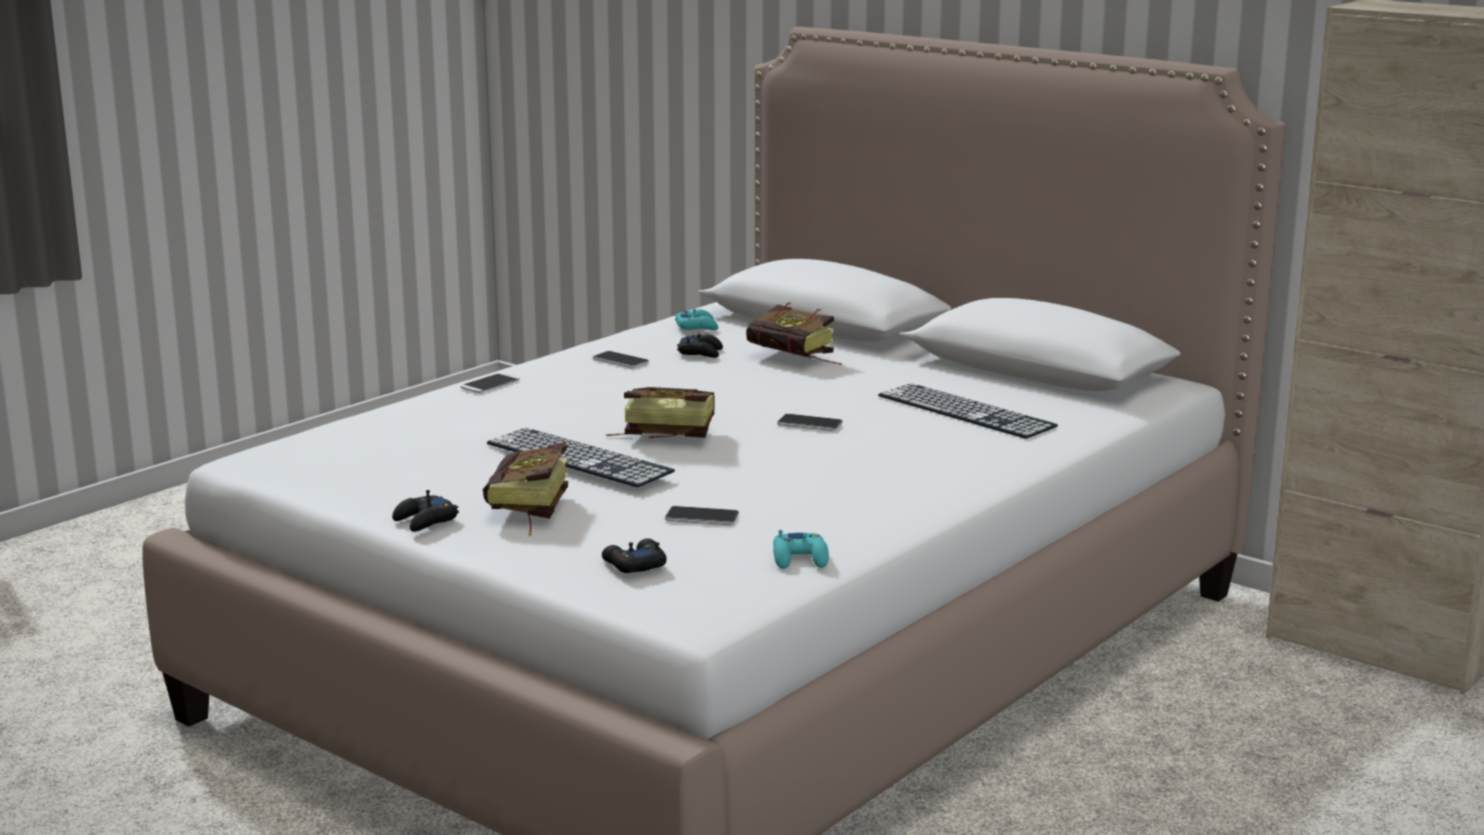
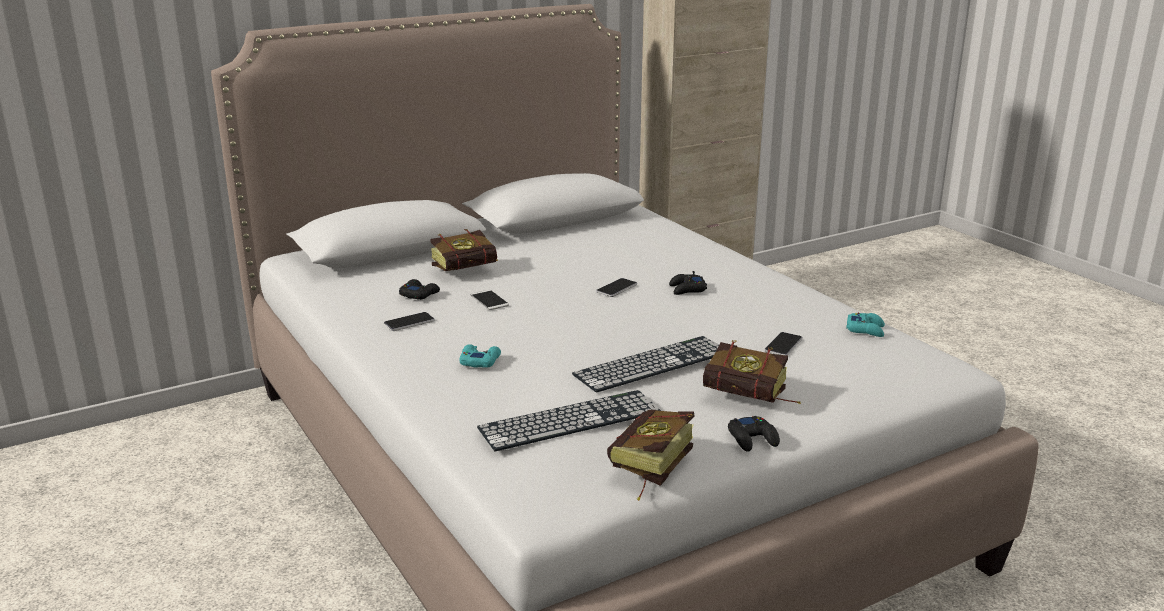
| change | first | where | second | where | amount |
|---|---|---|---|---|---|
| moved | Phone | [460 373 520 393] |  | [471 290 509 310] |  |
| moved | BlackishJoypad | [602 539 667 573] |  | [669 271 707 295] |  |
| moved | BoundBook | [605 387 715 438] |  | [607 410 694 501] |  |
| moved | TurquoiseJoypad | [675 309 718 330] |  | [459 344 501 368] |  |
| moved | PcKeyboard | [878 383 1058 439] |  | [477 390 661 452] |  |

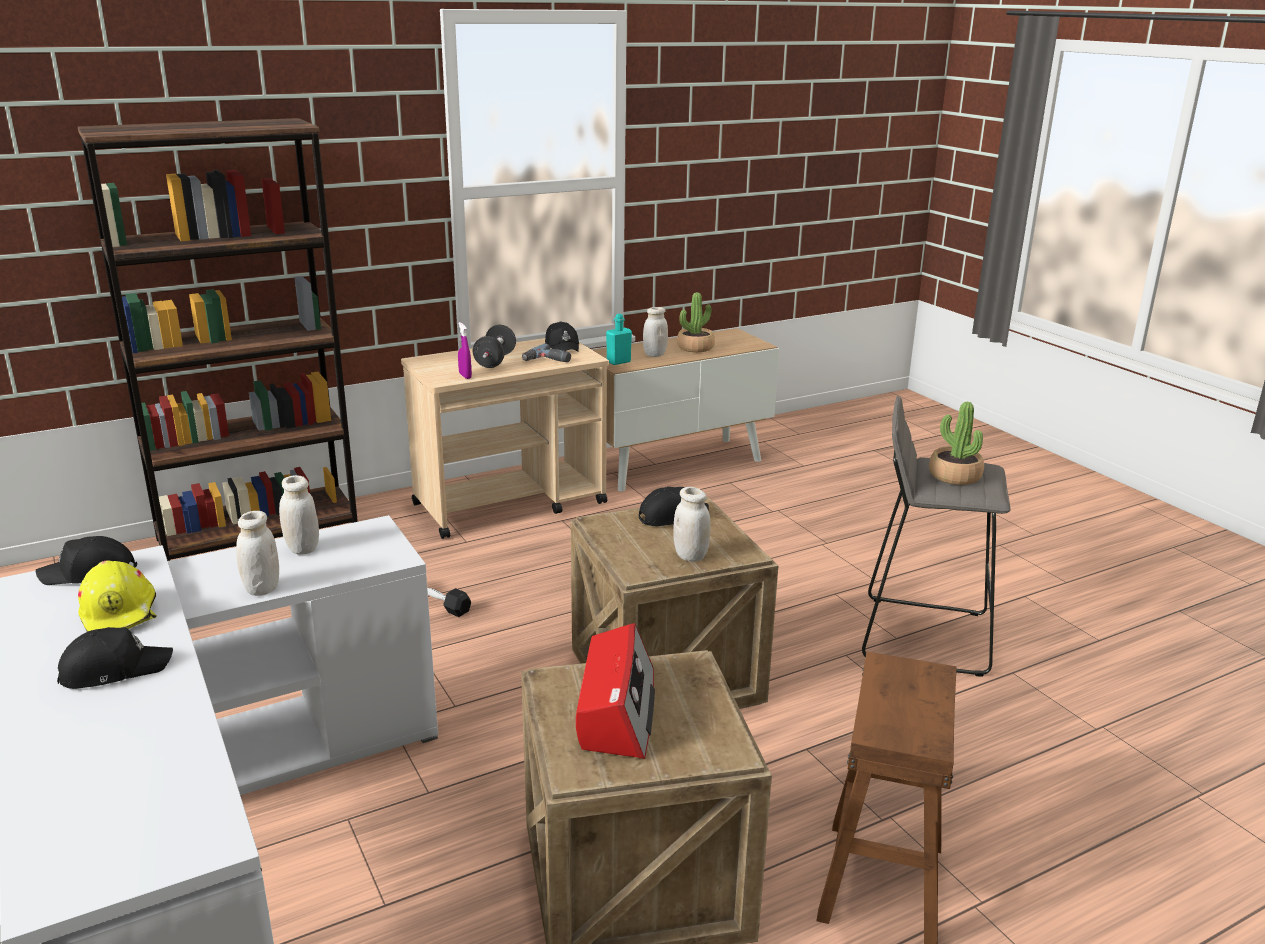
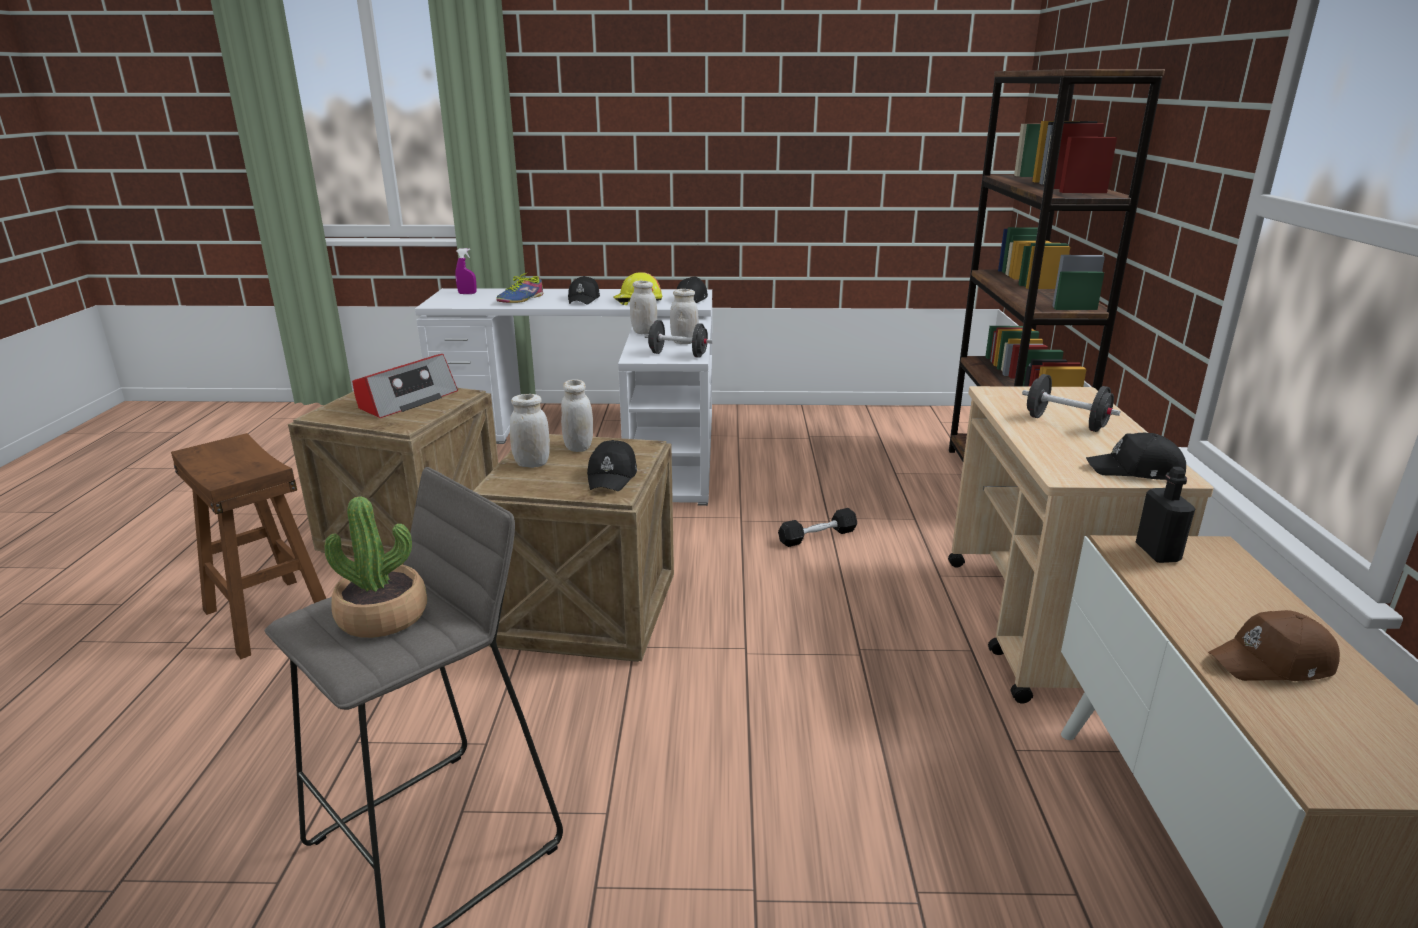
| change | first | where | second | where | amount |
|---|---|---|---|---|---|
| moved | PurpleSprayer | [458 322 472 379] |  | [455 248 477 294] |  |
| removed | Drill | [522 343 571 362] |  |  |  |
| turned | Radio | [576 623 655 759] |  | [352 354 458 418] | 90 degrees counterclockwise |
| recoloured | TurquoiseBeverageBottle | [606 314 632 365] | BlackishBeverageBottle | [1136 467 1195 563] |  |
| moved | WhitishJar | [643 307 668 357] |  | [561 380 593 452] |  |
| replaced | Houseplant | [677 292 715 352] | BrownishCap | [1208 610 1340 681] |  |
| added |  |  | LowShoe | [496 272 543 303] |  |
| added |  |  | BlackishFreeWeight | [644 320 713 358] |  |

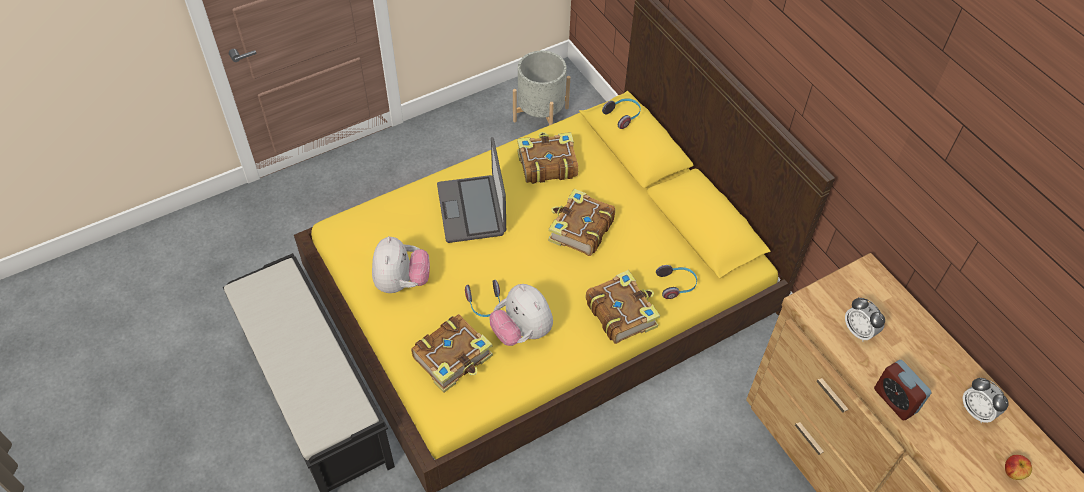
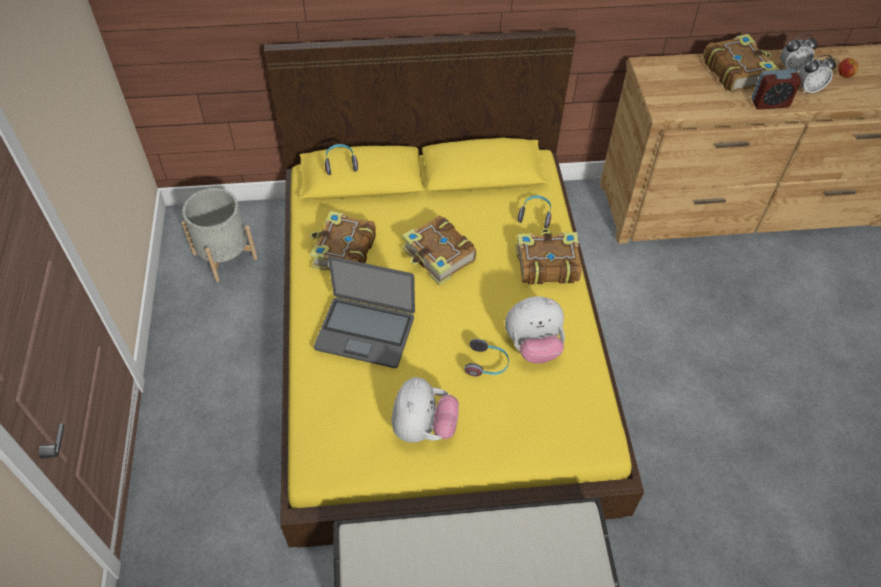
| change | first | where | second | where | amount |
|---|---|---|---|---|---|
| turned | SoftToy | [372 236 430 293] |  | [392 377 459 443] | 75 degrees clockwise |
| moved | BoundBook | [411 314 493 393] |  | [704 34 779 93] |  |
| moved | AlarmClock | [845 297 885 342] |  | [798 55 836 94] |  |

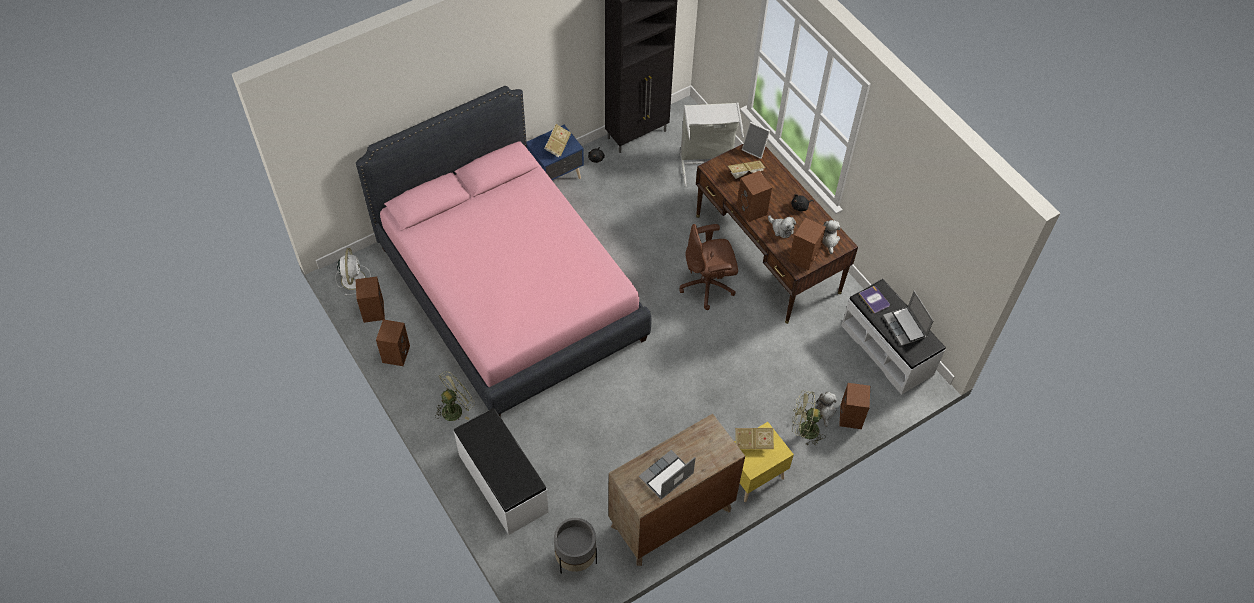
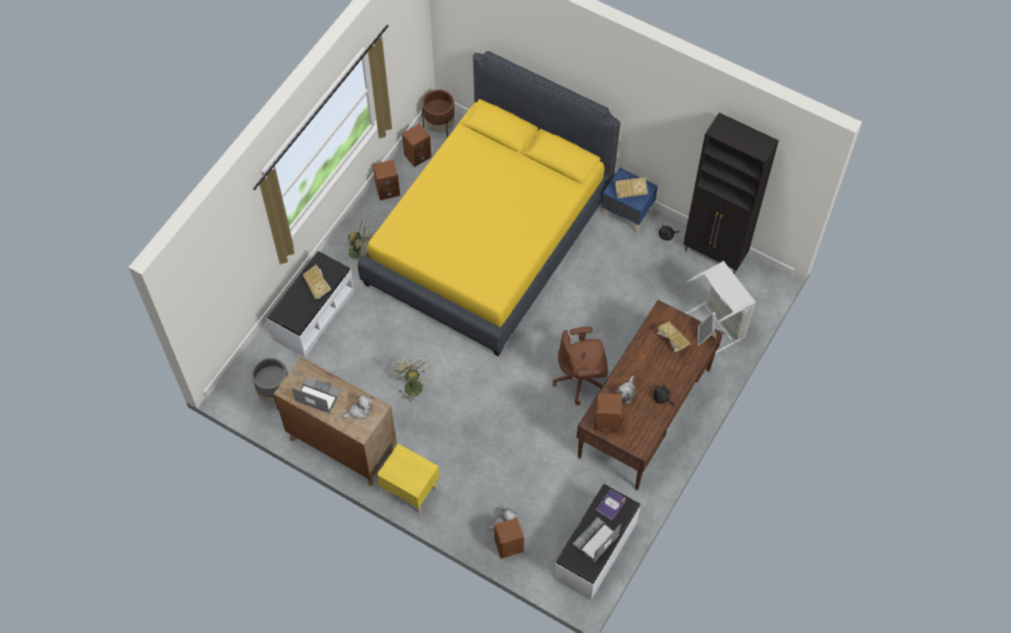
| change | first | where | second | where | amount |
|---|---|---|---|---|---|
| replaced | WhitishCoolingFan | [335 248 371 296] | BrownishPlantPot | [422 89 455 138] |  |
| recoloured | PinkColouredSleepingBed | [356 86 651 416] | YellowColouredSleepingBed | [358 51 620 356] |  |
| turned | BrownishOfficeChair | [679 224 738 310] |  | [553 326 608 405] | 60 degrees counterclockwise |
| moved | BoundBook | [735 428 774 449] |  | [303 264 331 300] |  |
| removed | BrownishSpeaker | [737 171 772 222] |  |  |  |
| moved | GreenishCoolingFan | [792 391 825 446] |  | [389 355 430 402] |  |
| moved | SoftToy | [822 220 840 254] |  | [341 394 372 419] |  |

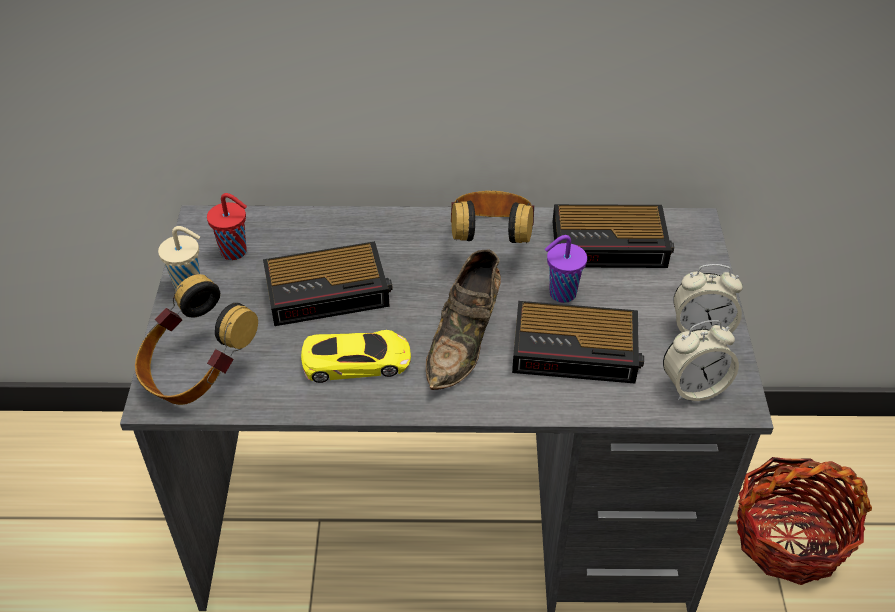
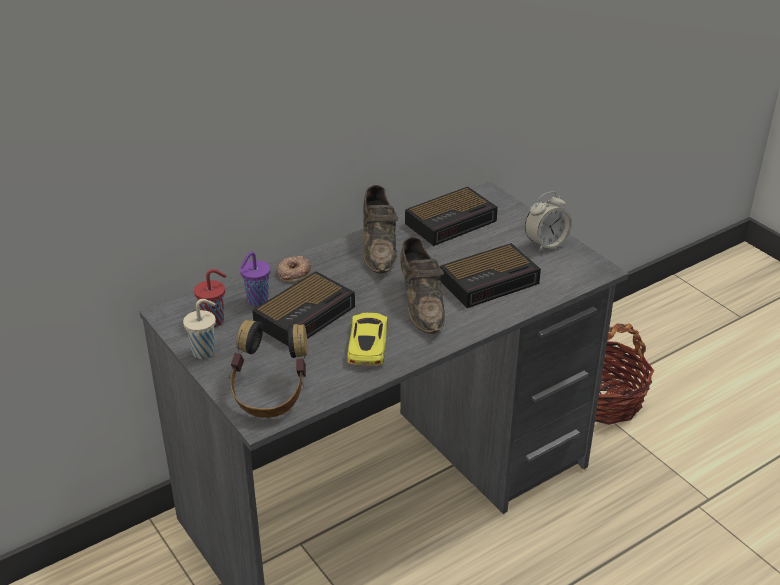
| change | first | where | second | where | amount |
|---|---|---|---|---|---|
| turned | YellowColouredToyCar | [301 330 411 383] |  | [347 313 388 366] | 45 degrees counterclockwise |
| replaced | Headphones | [451 191 534 243] | BrownishLowShoe | [363 185 398 273] |  |
| moved | PurpleCup | [545 235 587 303] |  | [240 252 270 307] |  |
| removed | AlarmClock | [663 320 739 401] |  |  |  |
| added |  |  | Doughnut | [277 256 311 283] |  |

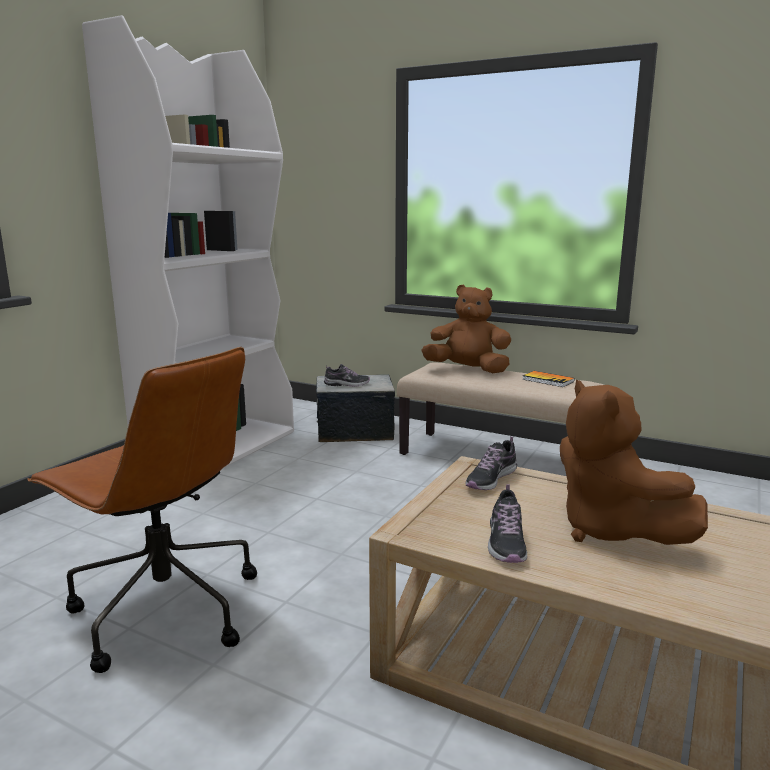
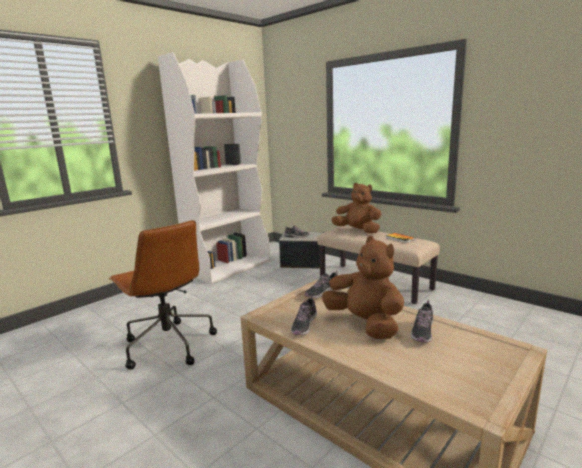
| change | first | where | second | where | amount |
|---|---|---|---|---|---|
| turned | BrownishSoftToy | [560 380 708 545] |  | [322 236 404 339] | 150 degrees clockwise |
| added |  |  | LowShoe | [411 300 433 342] |  |

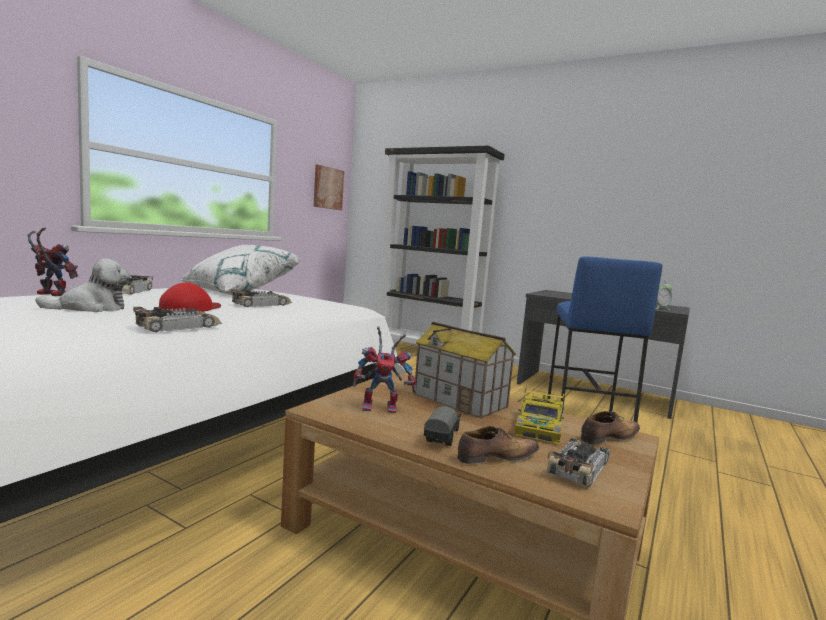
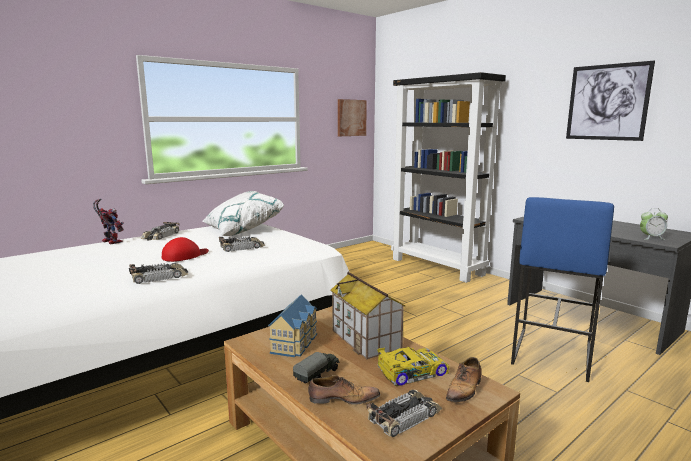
| change | first | where | second | where | amount |
|---|---|---|---|---|---|
| removed | SoftToy | [35 259 129 312] |  |  |  |
| replaced | ModelRobot | [353 326 416 413] | MiniatureHouse | [268 294 317 357] |  |
| turned | ToyCar | [515 387 565 444] |  | [377 347 450 387] | 150 degrees counterclockwise |
| turned | LowShoe | [581 411 640 445] |  | [446 357 482 403] | 135 degrees clockwise |
| added |  |  | WallArt | [566 61 655 141] |  |

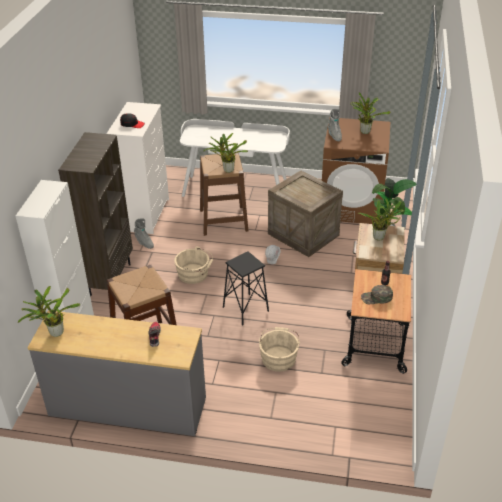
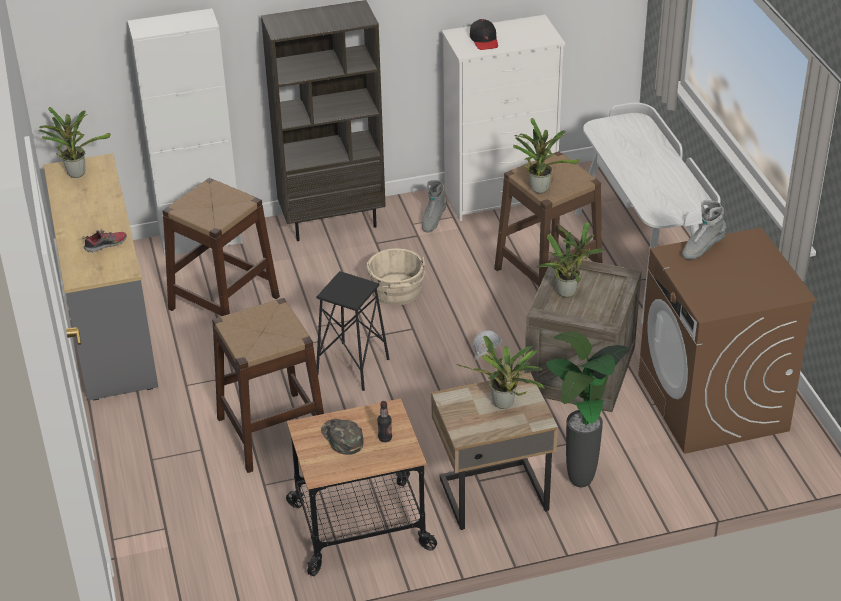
| change | first | where | second | where | amount |
|---|---|---|---|---|---|
| replaced | BeigeColouredBucket | [259 327 300 372] | BrownishStool | [212 298 324 473] |  |
| moved | Houseplant | [351 92 390 134] |  | [537 222 605 298] |  |

